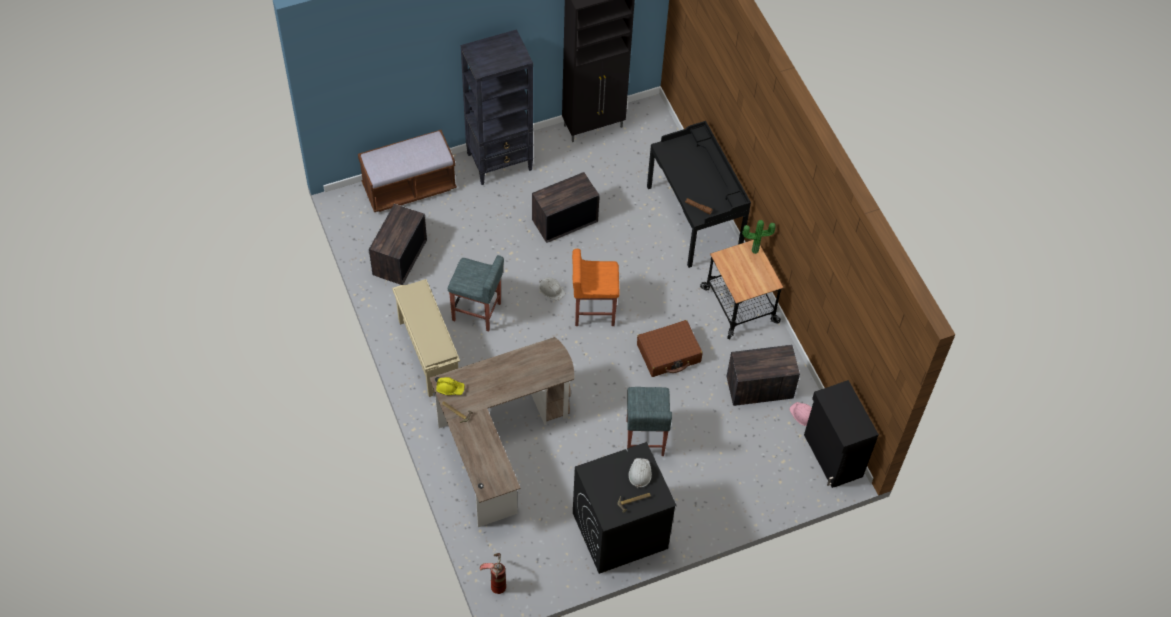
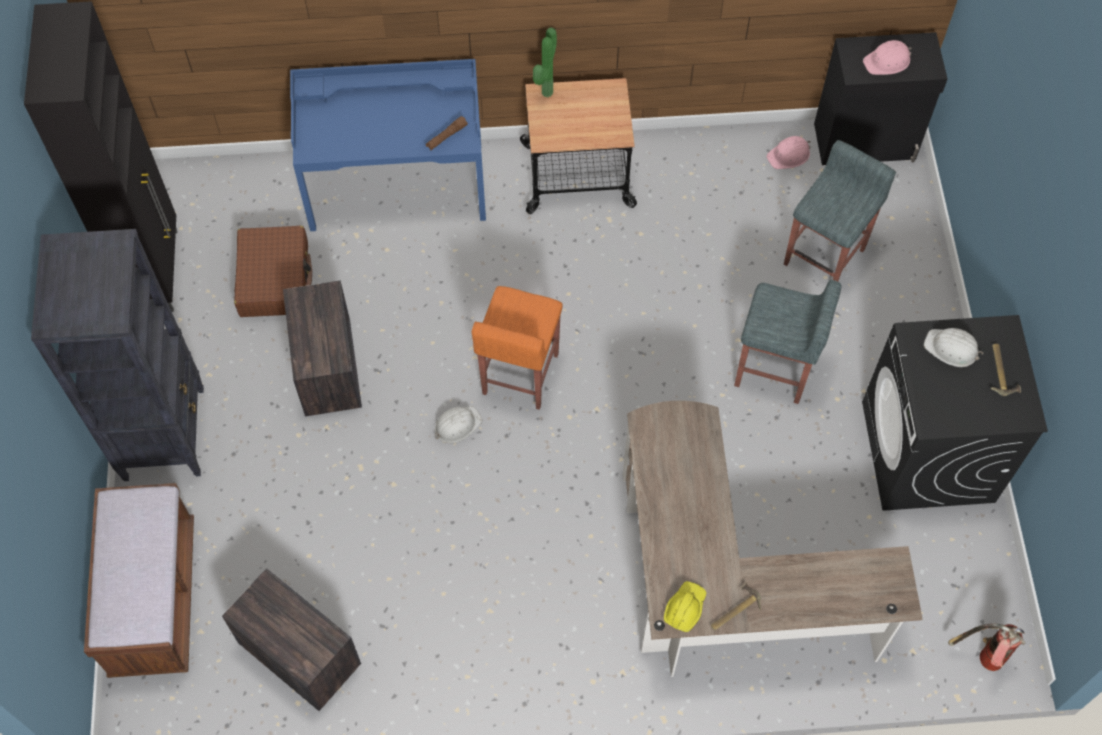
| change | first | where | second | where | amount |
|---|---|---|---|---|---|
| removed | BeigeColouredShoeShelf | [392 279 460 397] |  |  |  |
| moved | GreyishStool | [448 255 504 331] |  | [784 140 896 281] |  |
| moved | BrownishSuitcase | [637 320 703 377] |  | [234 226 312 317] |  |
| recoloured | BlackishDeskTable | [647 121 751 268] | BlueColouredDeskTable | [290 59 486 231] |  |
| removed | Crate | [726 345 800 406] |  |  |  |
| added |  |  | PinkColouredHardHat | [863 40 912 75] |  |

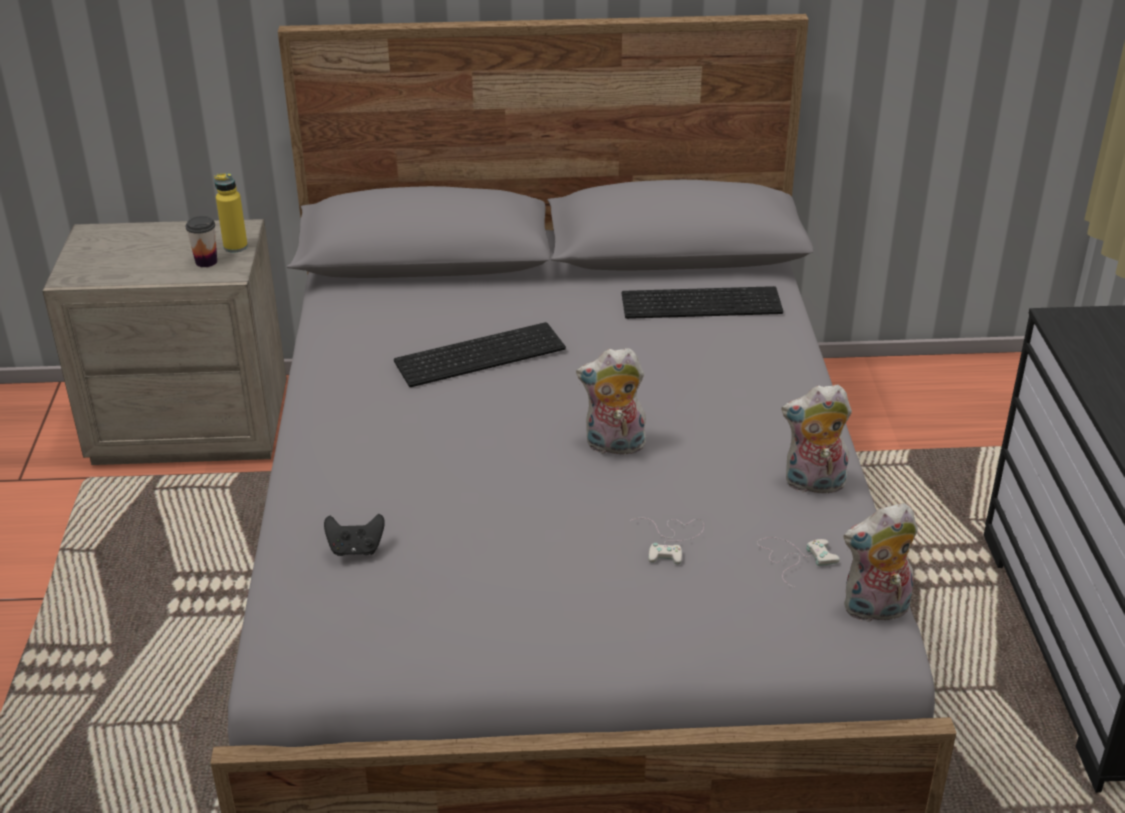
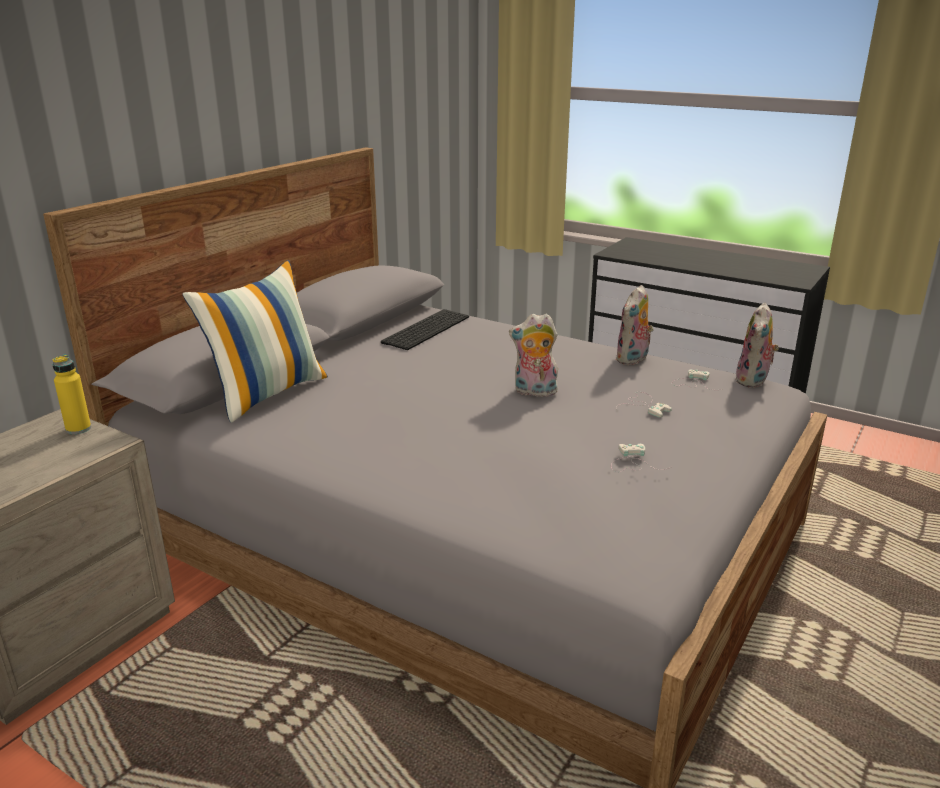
| change | first | where | second | where | amount |
|---|---|---|---|---|---|
| removed | Cup | [186 216 217 267] |  |  |  |
| removed | BlackishJoypad | [324 514 385 556] |  |  |  |
| removed | PcKeyboard | [394 322 566 387] |  |  |  |
| turned | SoftToy | [576 348 648 455] |  | [509 314 558 399] | 60 degrees clockwise |
| added |  |  | Cushion | [182 260 328 423] |  |
| added |  |  | WhitishJoypad | [611 444 671 472] |  |

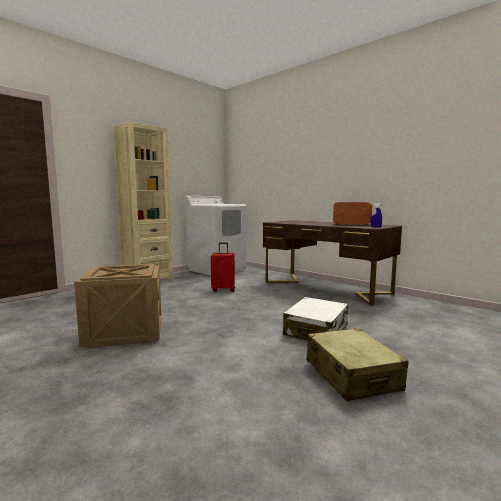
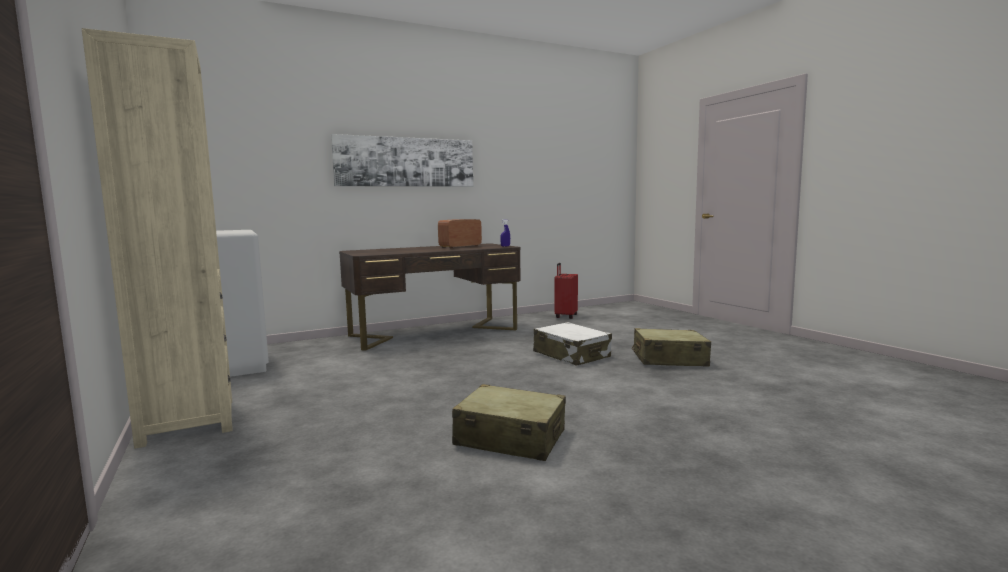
| change | first | where | second | where | amount |
|---|---|---|---|---|---|
| replaced | Crate | [74 264 162 348] | BeigeColouredSuitcase | [452 384 566 461] |  |
| moved | RedColouredSuitcase | [211 242 235 292] |  | [555 263 578 319] |  |
| added |  |  | WallArt | [331 134 473 187] |  |

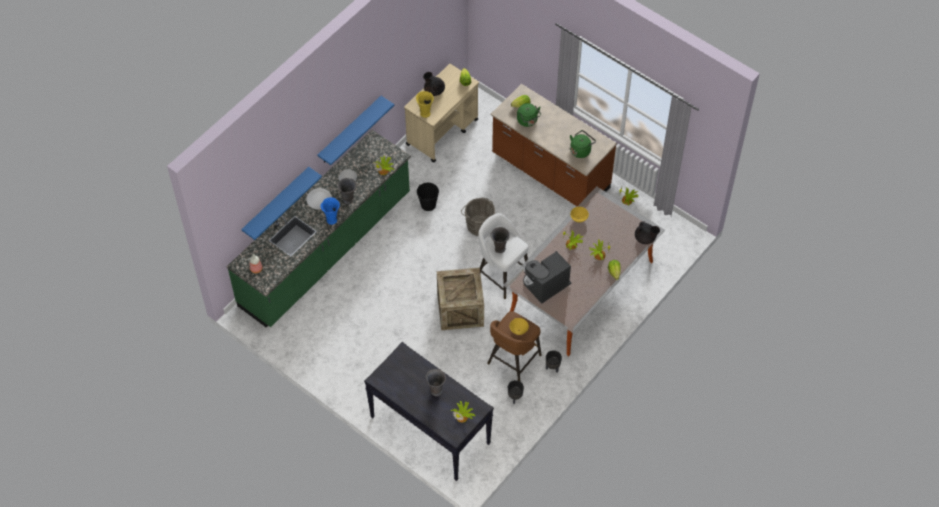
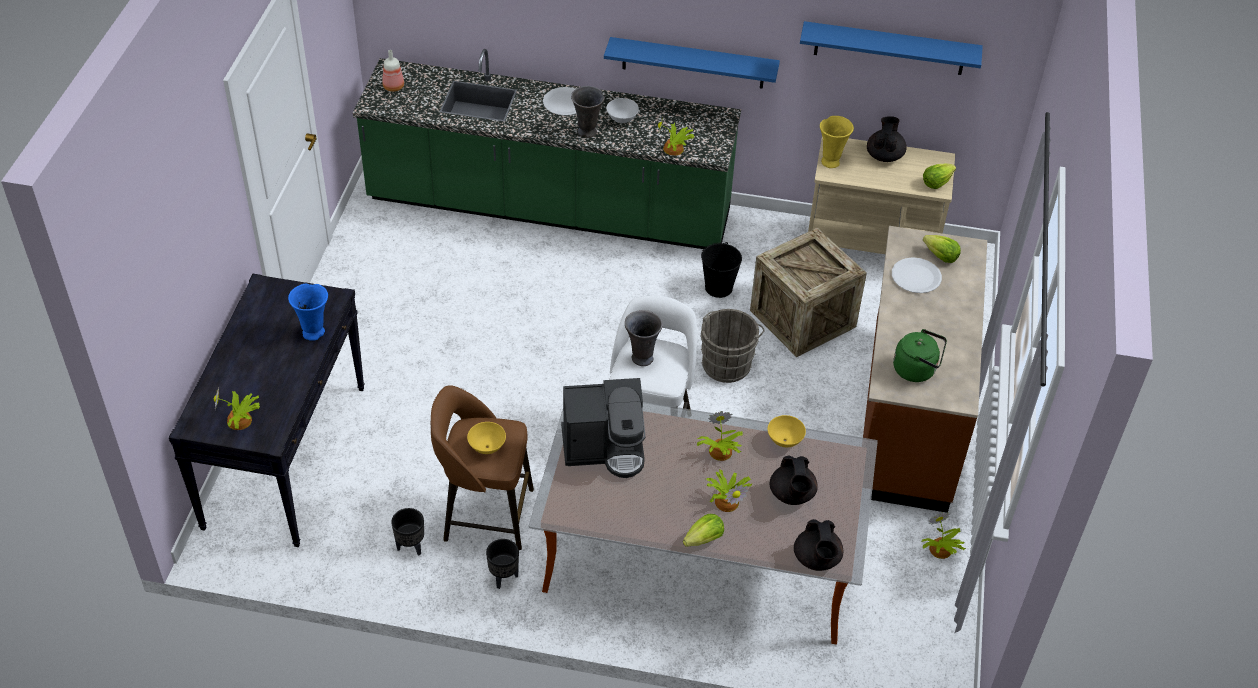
| change | first | where | second | where | amount |
|---|---|---|---|---|---|
| moved | BlueColouredBracketShelf | [241 167 322 240] |  | [800 21 983 75] |  |
| moved | BlueColouredDecorativeVase | [321 197 340 225] |  | [288 284 328 341] |  |
| removed | GreyishDecorativeVase | [425 369 446 397] |  |  |  |
| moved | Crate | [437 268 484 330] |  | [750 228 867 357] |  |
| replaced | GreenishKettle | [517 103 541 127] | WhitishPlate | [892 257 942 293] |  |
| turned | CoffeeBrewer | [523 251 572 303] |  | [561 378 645 478] | 150 degrees clockwise |
| added |  |  | BlackishTeaPot | [770 455 818 505] |  |

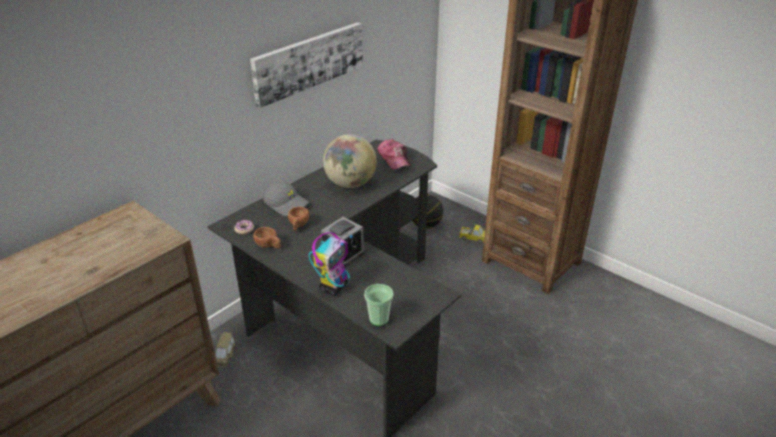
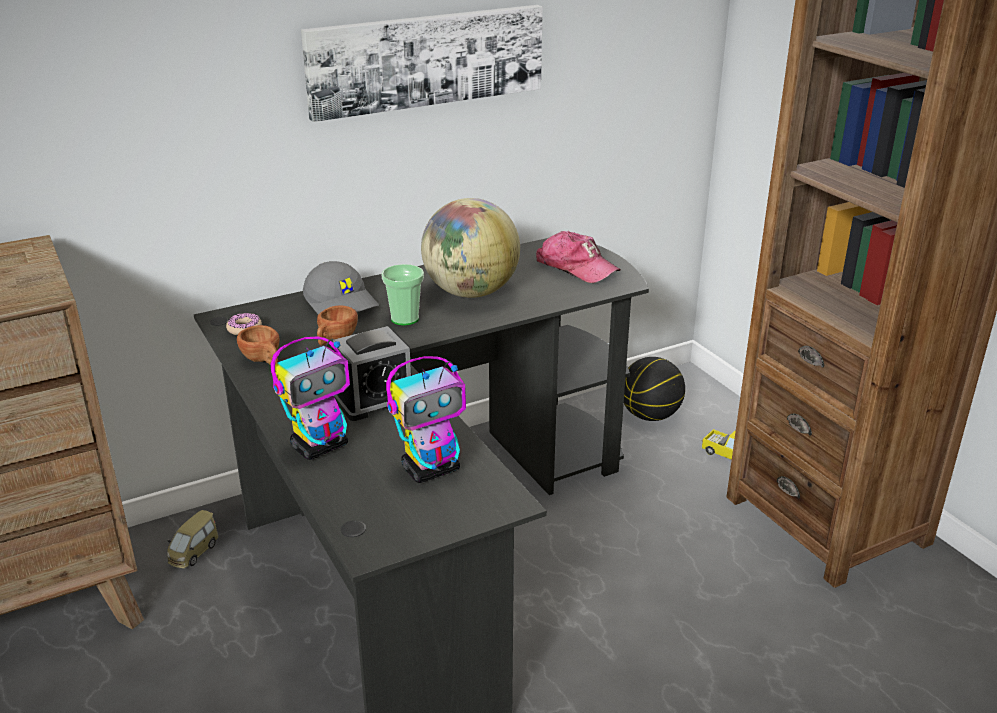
| change | first | where | second | where | amount |
|---|---|---|---|---|---|
| moved | Cup | [364 284 394 326] |  | [381 264 424 325] |  |
| turned | Cap | [378 139 412 170] |  | [536 231 620 283] | 45 degrees counterclockwise |
| added |  |  | ModelRobot | [386 356 466 483] |  |

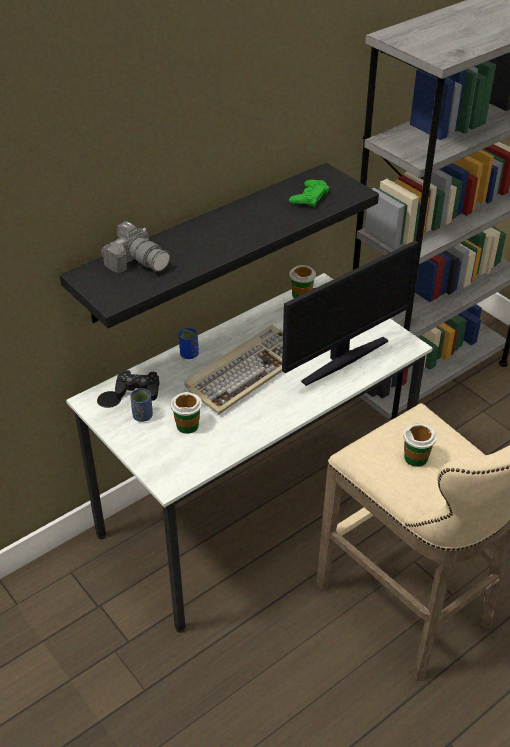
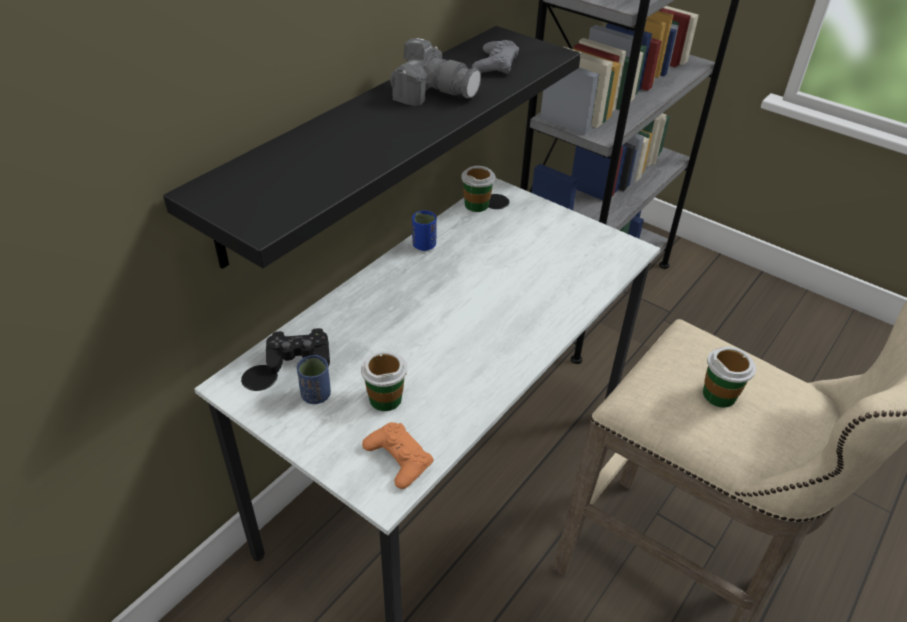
| change | first | where | second | where | amount |
|---|---|---|---|---|---|
| moved | StillCamera | [101 221 170 273] |  | [390 38 481 106] |  |
| moved | BlueColouredCup | [179 328 199 359] |  | [412 210 437 251] |  |
| removed | PcKeyboard | [184 325 283 414] |  |  |  |
| removed | Monitor | [282 241 419 386] |  |  |  |
| recoloured | GreenishJoypad | [289 180 330 208] | GreyishJoypad | [472 40 519 75] |  |
| added |  |  | OrangeyJoypad | [362 422 434 489] |  |

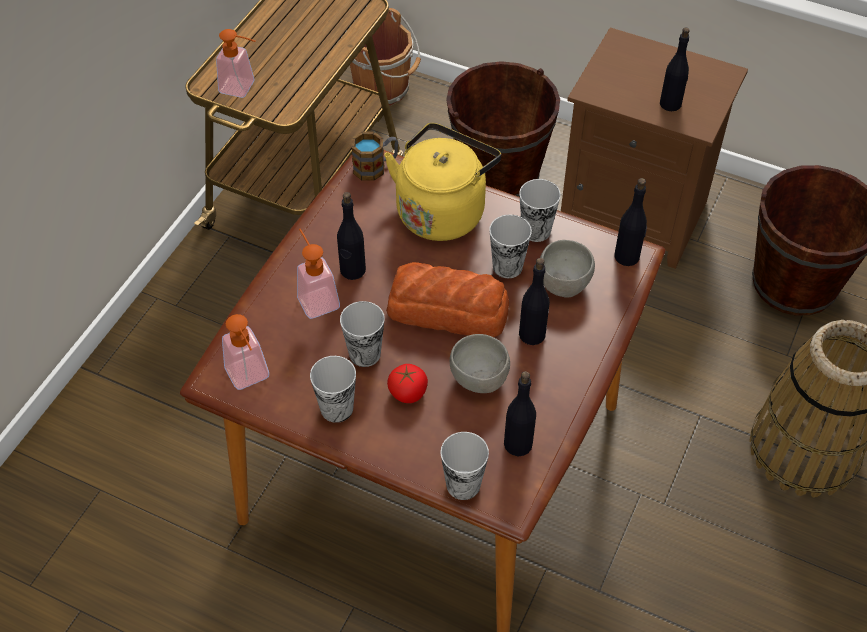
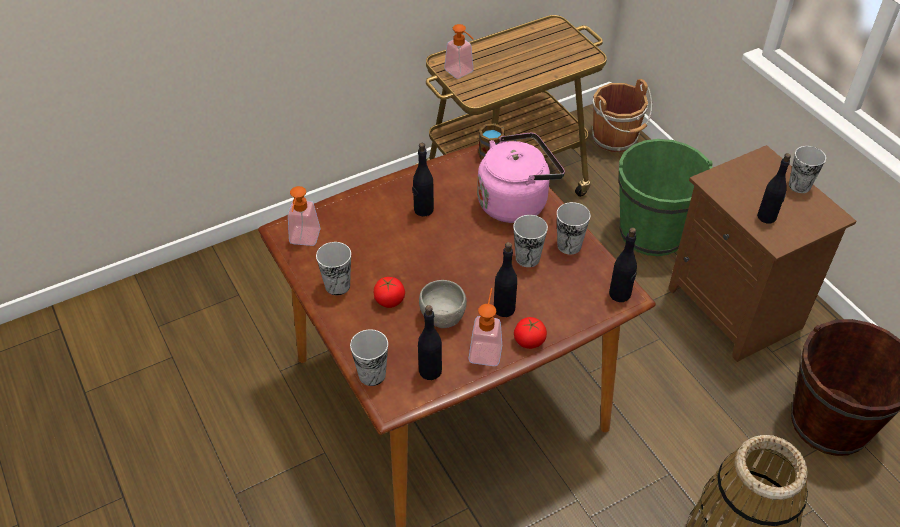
| change | first | where | second | where | amount |
|---|---|---|---|---|---|
| moved | SoapDispenser | [297 228 340 319] |  | [468 288 502 366] |  |
| moved | Cup | [340 301 385 367] |  | [789 146 826 193] |  |
| recoloured | YellowColouredKettle | [384 123 501 241] | PinkColouredKettle | [477 133 565 223] |  |
| removed | BakedBread | [386 262 509 337] |  |  |  |
| recoloured | BrownishBucket | [446 61 560 197] | GreenishBucket | [619 139 713 256] |  |
| removed | GreyishServingBowl | [540 240 595 298] |  |  |  |
| added |  |  | WholeTomato | [514 317 547 349] |  |

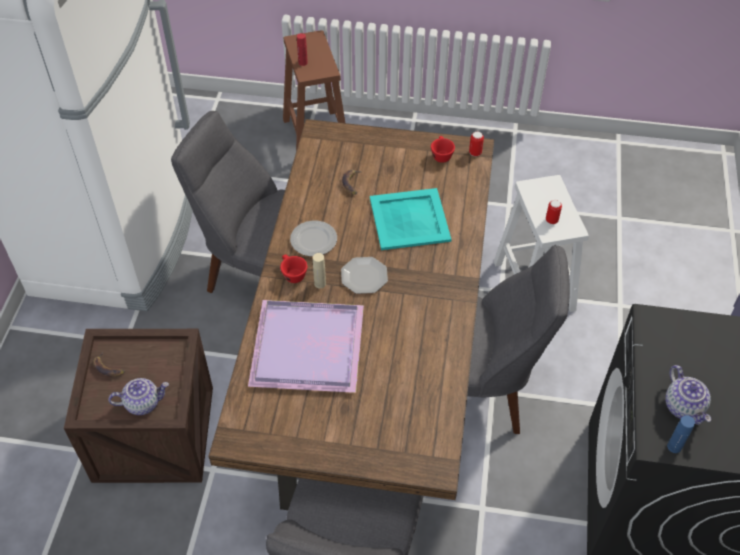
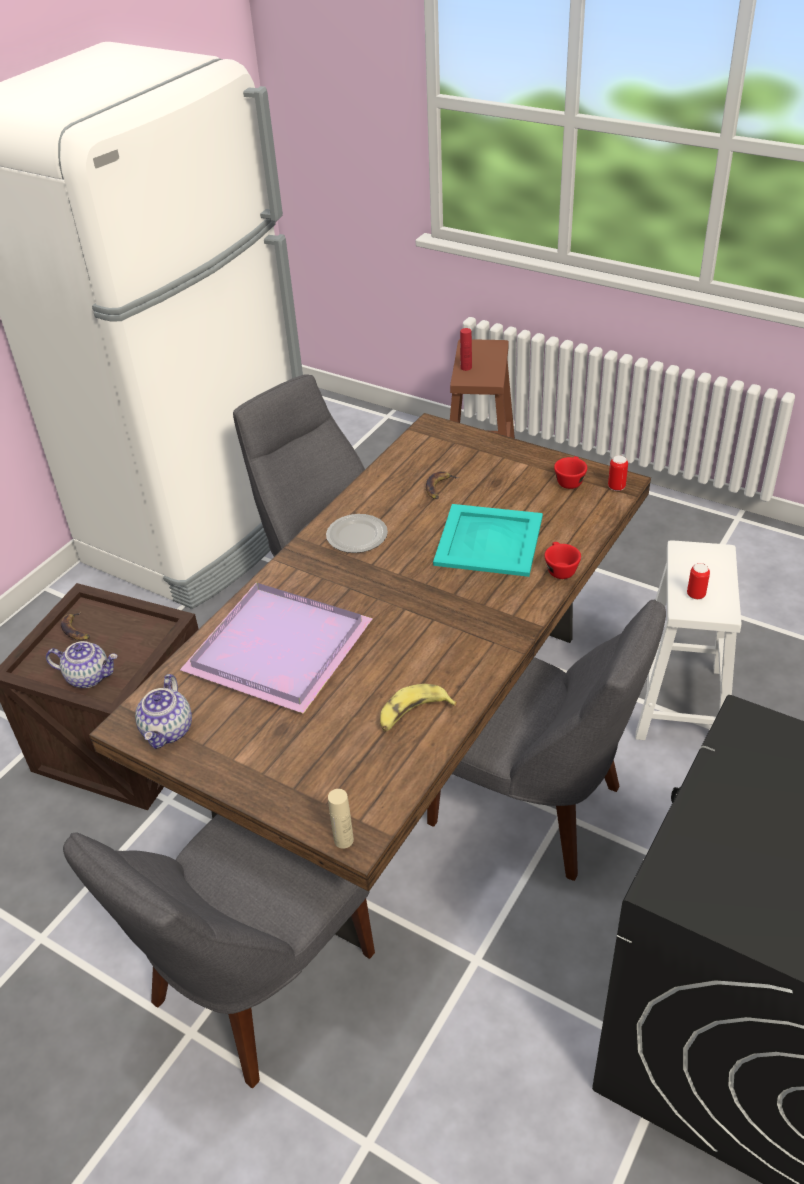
| change | first | where | second | where | amount |
|---|---|---|---|---|---|
| moved | RedColouredCup | [280 255 307 283] |  | [545 542 581 579] |  |
| moved | BeigeColouredBeverageBottle | [313 253 326 289] |  | [328 789 354 849] |  |
| removed | Plate | [341 257 388 294] |  |  |  |
| moved | TeaPot | [665 365 711 425] |  | [135 674 192 749] |  |
| removed | BlueColouredBeverageBottle | [667 415 695 453] |  |  |  |
| added |  |  | BananaFruit | [380 684 457 732] |  |

